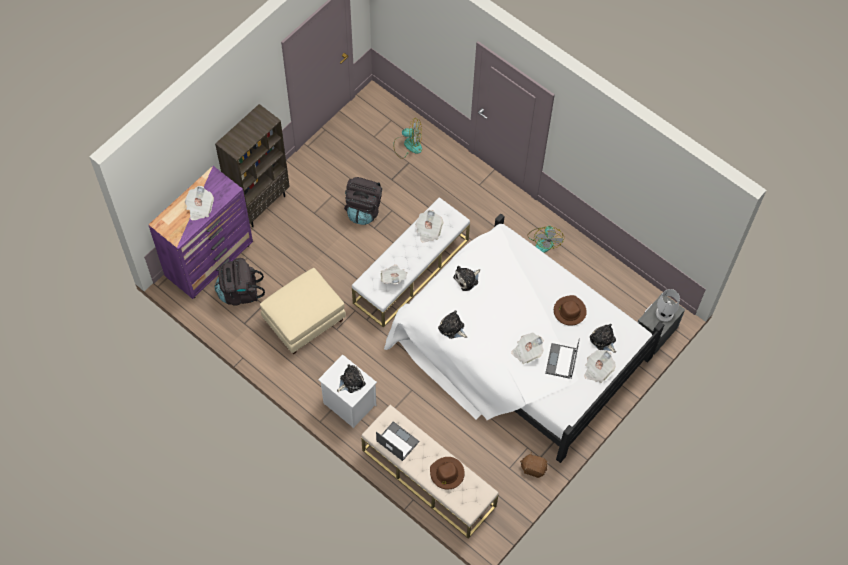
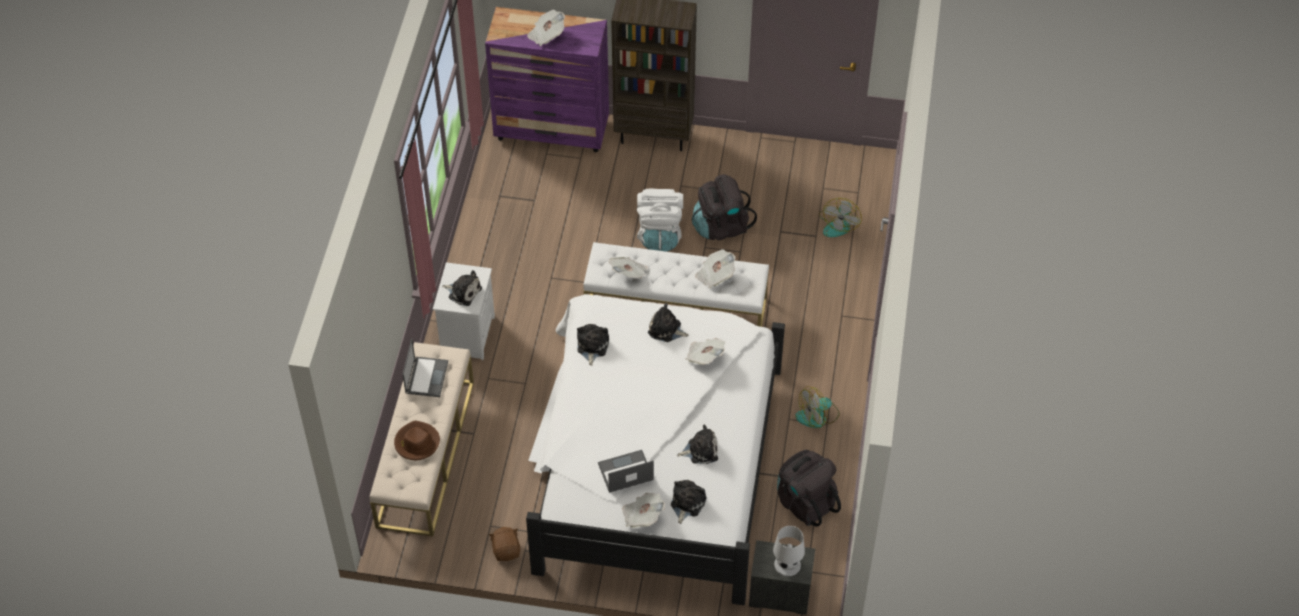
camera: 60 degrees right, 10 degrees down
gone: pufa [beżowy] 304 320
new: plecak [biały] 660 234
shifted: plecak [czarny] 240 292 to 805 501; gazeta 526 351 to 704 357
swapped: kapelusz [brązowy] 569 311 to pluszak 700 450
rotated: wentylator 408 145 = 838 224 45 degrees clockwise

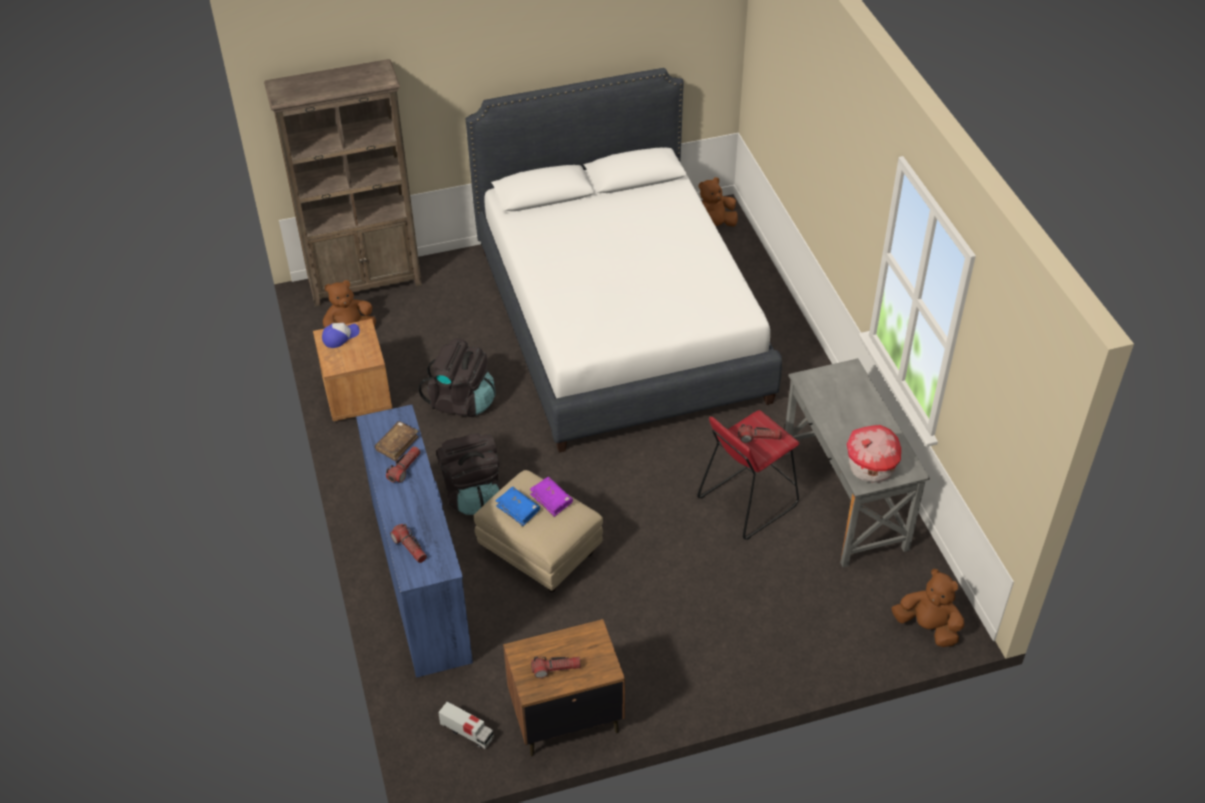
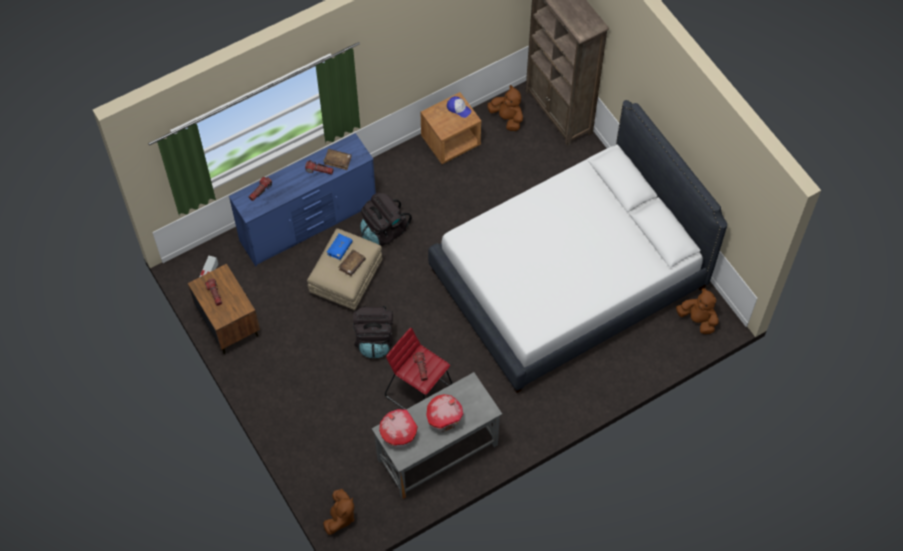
camera: 75 degrees right, 15 degrees up
new: domek 444 419
shifted: plecak [czarny] 461 401 to 374 339
repainted: książka [fioletowy] 551 499 to książka [brązowy] 352 265

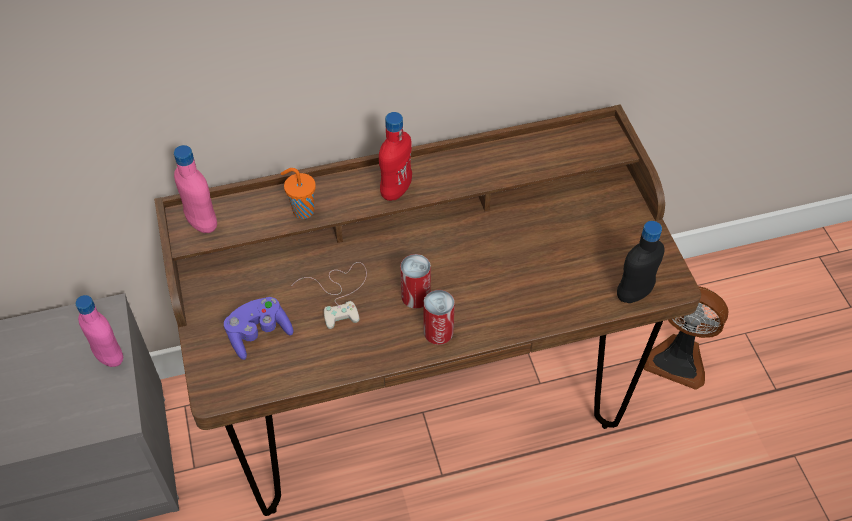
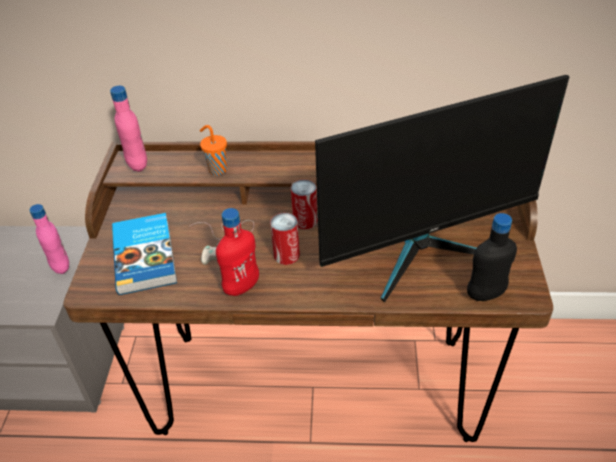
camera: 20 degrees right, 10 degrees down
gone: wentylator 677 359
new: monitor 427 250
shifted: butelka [czerwony] 396 190 to 241 287; puszka 438 331 to 305 220
swapped: pad do gier [fioletowy] 258 334 to książka 146 256

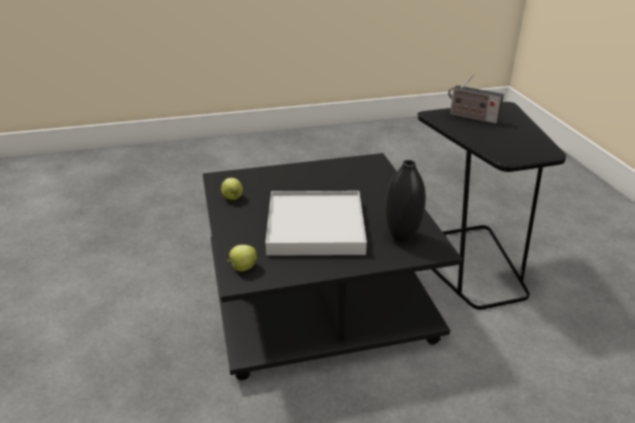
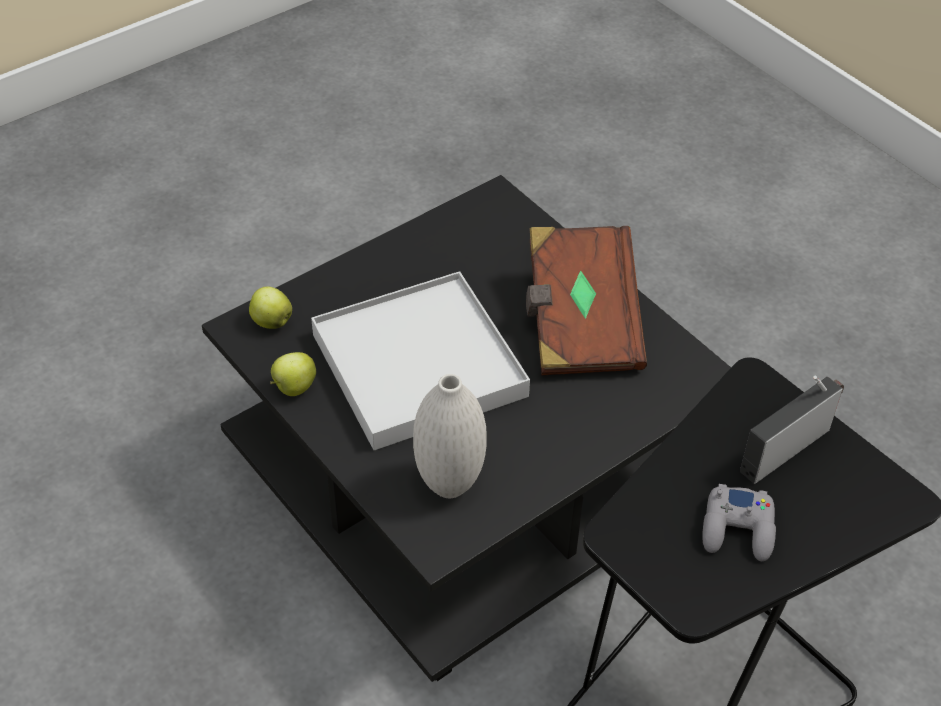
camera: 65 degrees right, 15 degrees up
new: książka [brązowy] 579 323; pad do gier [szary] 738 529
shifted: jabłko 232 198 to 293 388
repainted: wazon [czarny] 401 237 to wazon [biały] 449 485
rotated: radio 471 117 = 787 447 45 degrees clockwise

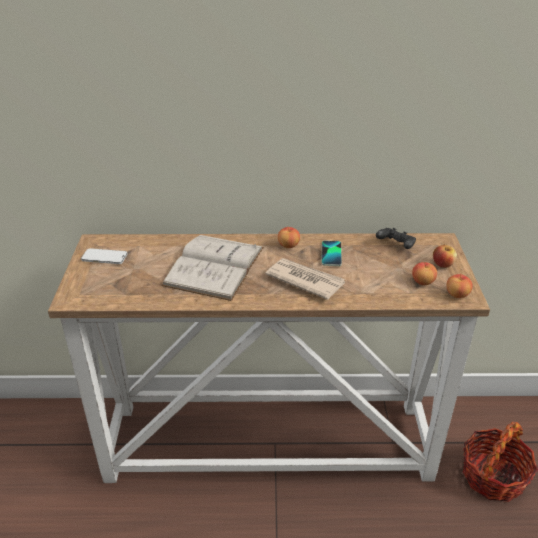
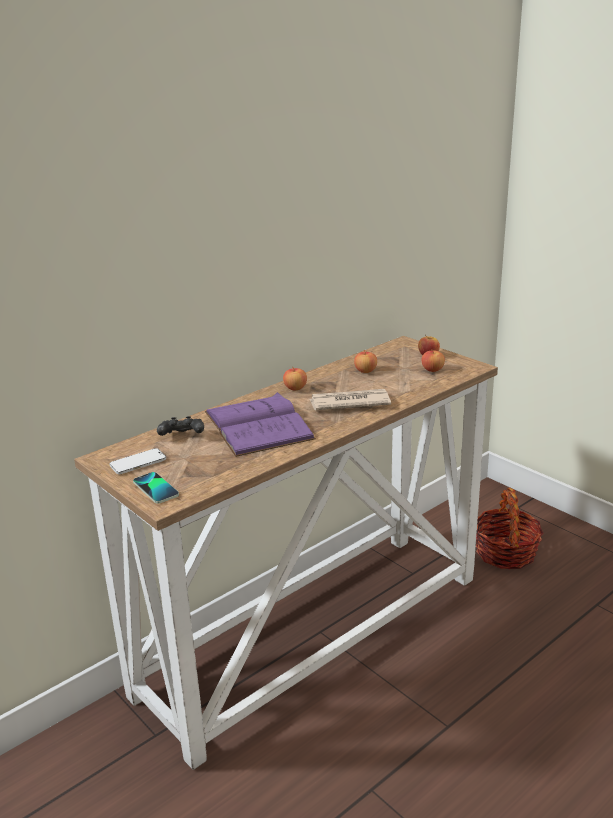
camera: 40 degrees left, 10 degrees down
shifted: pad do gier [czarny] 395 245 to 182 437; telefon 331 254 to 156 489; jabłko 457 294 to 365 371
repainted: książka [biały] 214 266 to książka [fioletowy] 258 425

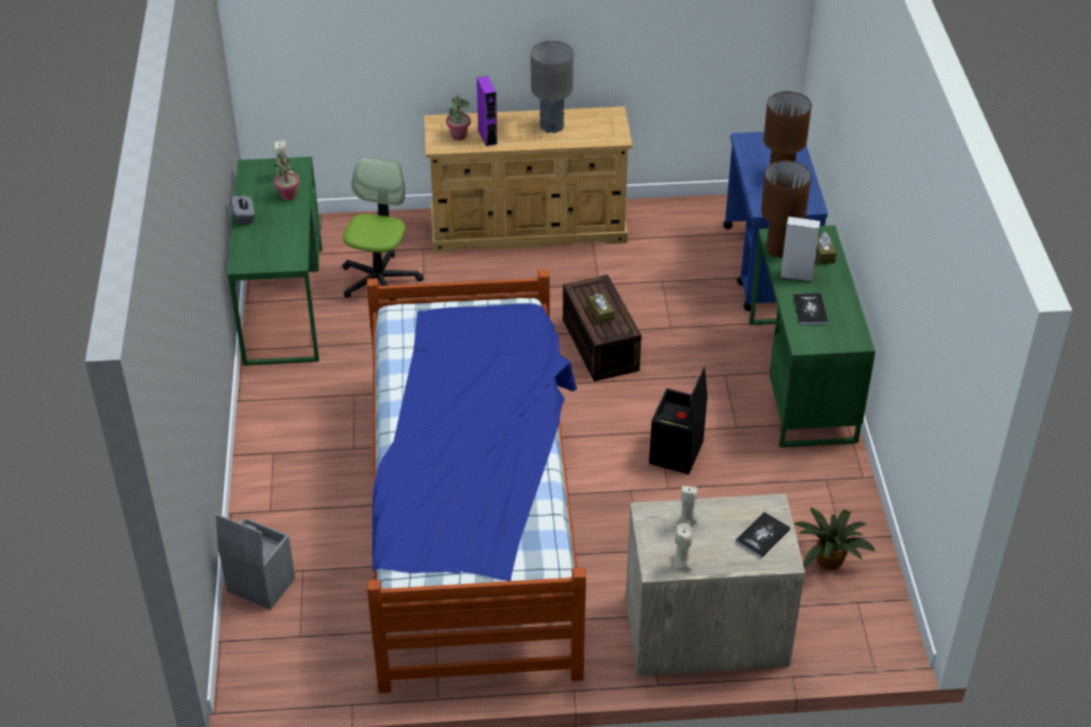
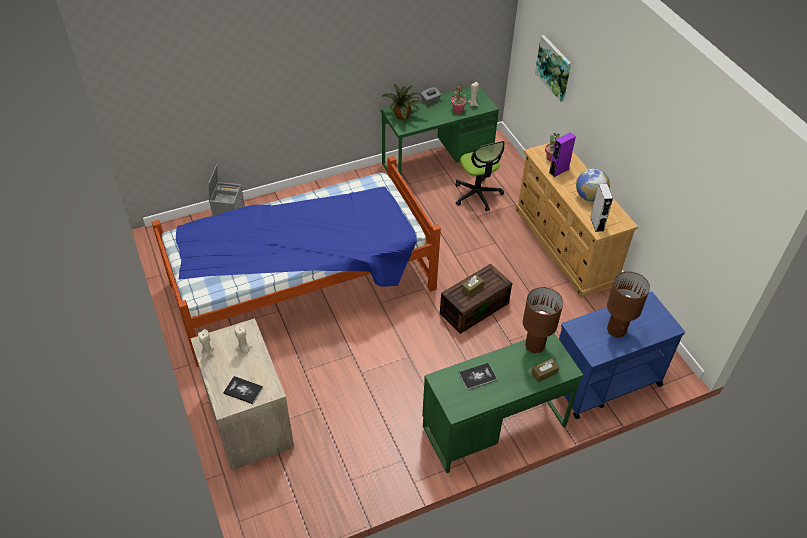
camera: 70 degrees right, 5 degrees up
gone: pojemnik do przechowywania [czarny] 676 453
new: obraz 554 68
shifted: głośnik [szary] 796 275 to 596 224; roślina doniczkowa 829 559 to 403 115
swapped: lampa stołowa [szary] 552 126 to globus 589 197
rotated: krzesło biurowe 379 280 = 477 195 75 degrees clockwise

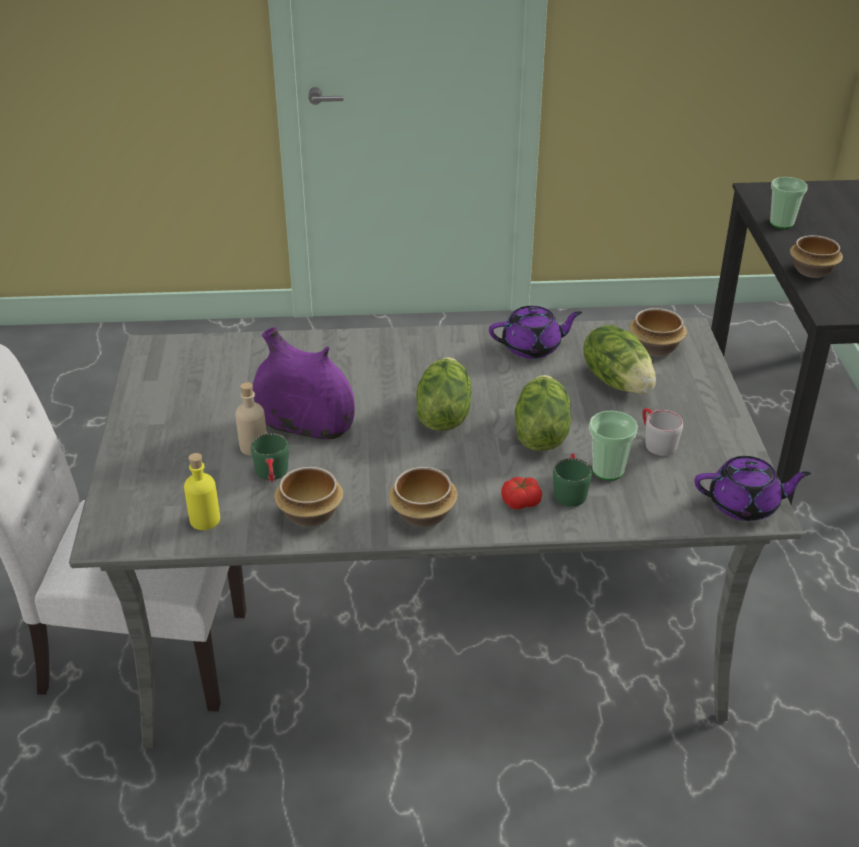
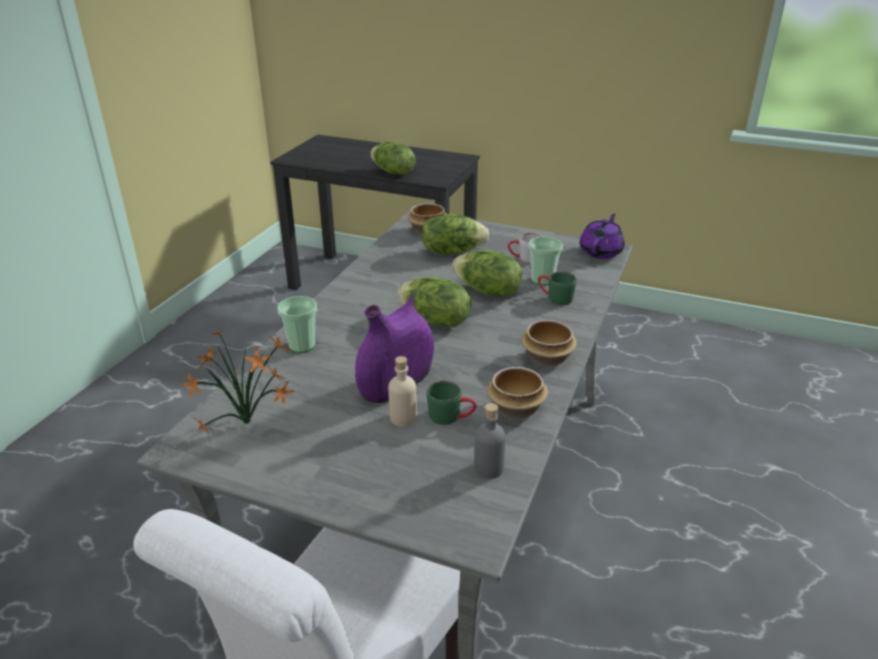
camera: 65 degrees left, 5 degrees down
gone: imbryk [fioletowy] 532 347; pomidor 520 501
new: roślina doniczkowa 251 423
shifted: filiżanka 781 223 to 302 345
swapped: miska 811 271 to sałata 392 172
repainted: butelka [żółty] 205 520 to butelka [szary] 488 468

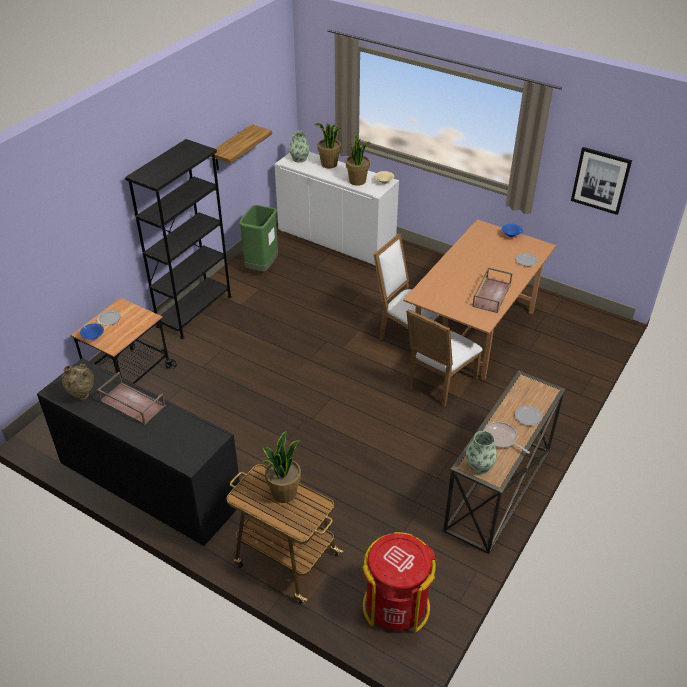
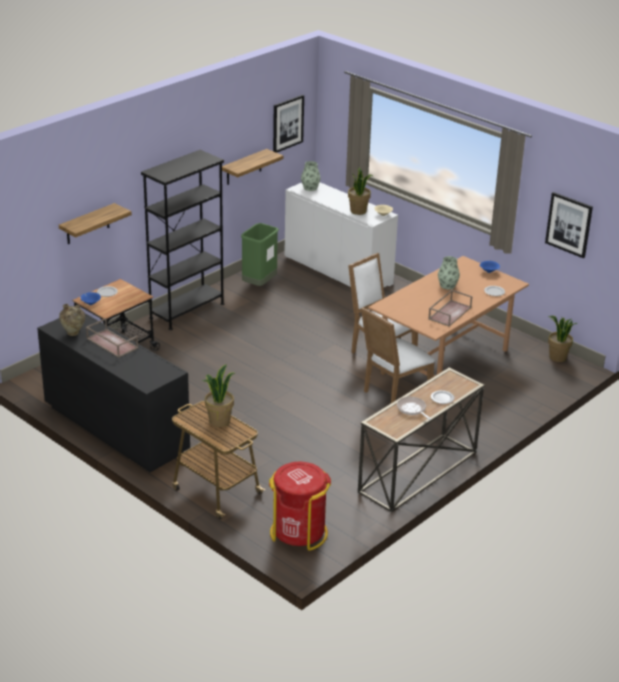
camera: 10 degrees right, 10 degrees down
new: obraz 287 123; półka 87 224
shifted: roślina doniczkowa 329 164 to 557 357; wazon 479 466 to 447 285

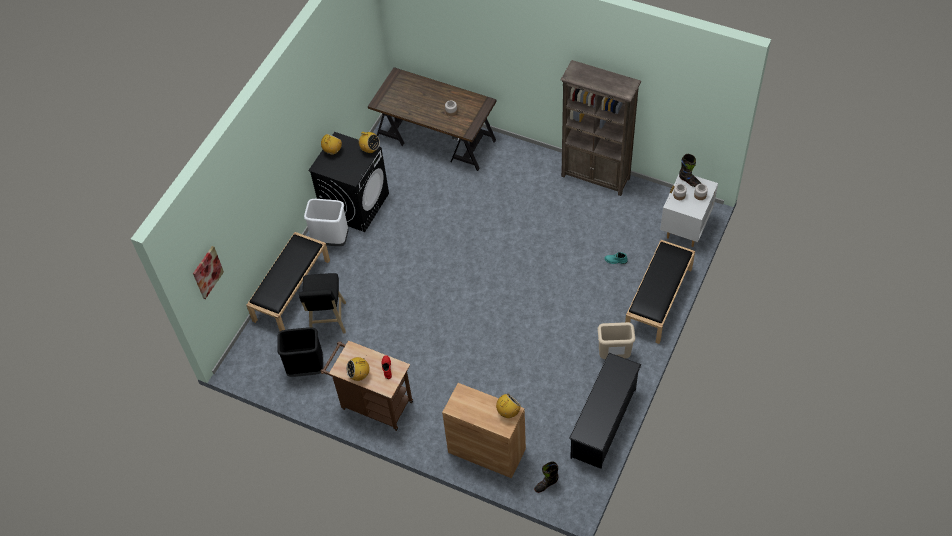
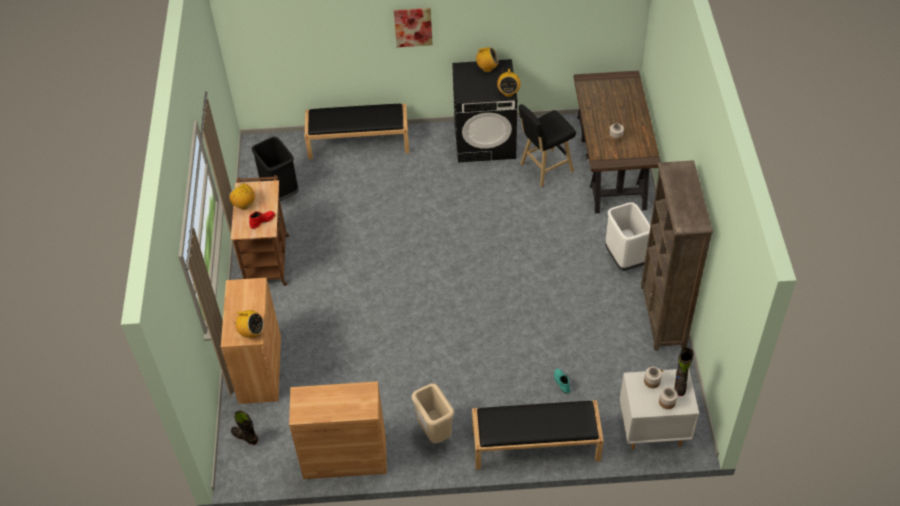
camera: 60 degrees right, 5 degrees down
shifted: kosz na śmieci [biały] 331 240 to 624 259; obraz 207 272 to 413 27; stołek [czarny] 327 321 to 544 169
swapped: regał na buty [czarny] 604 423 to szafka [brązowy] 345 458

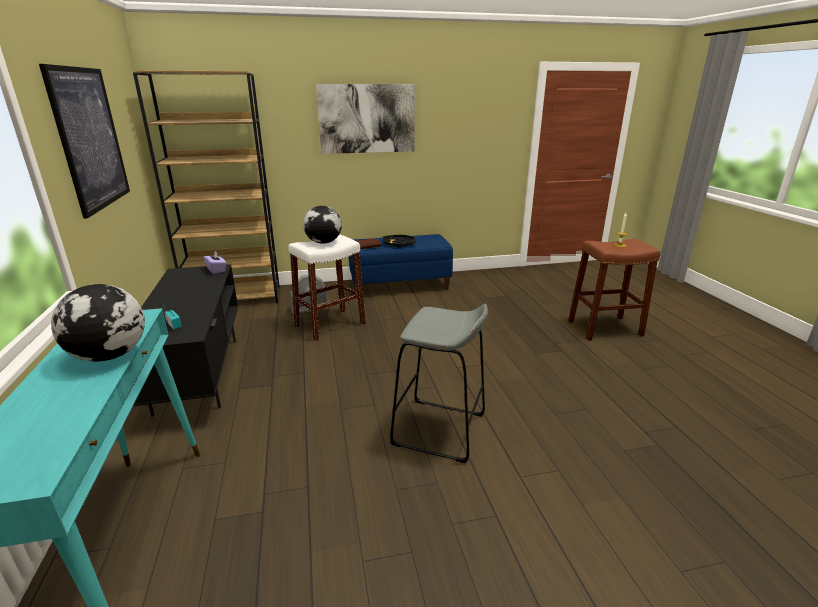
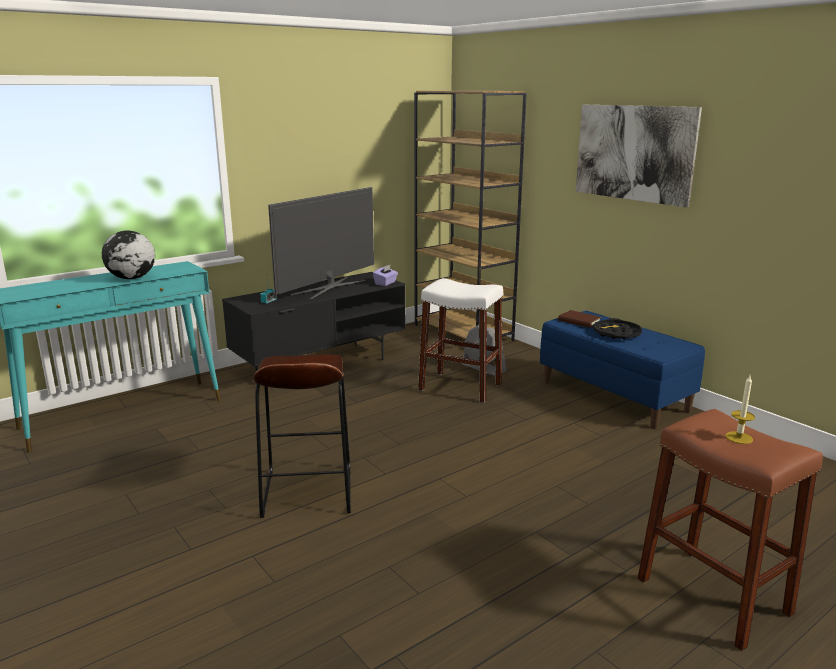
camera: 65 degrees right, 5 degrees down
gone: obraz 90 139; globus 324 242
new: telewizor 329 287
repainted: stołek [szary] 439 429 to stołek [brązowy] 307 492

